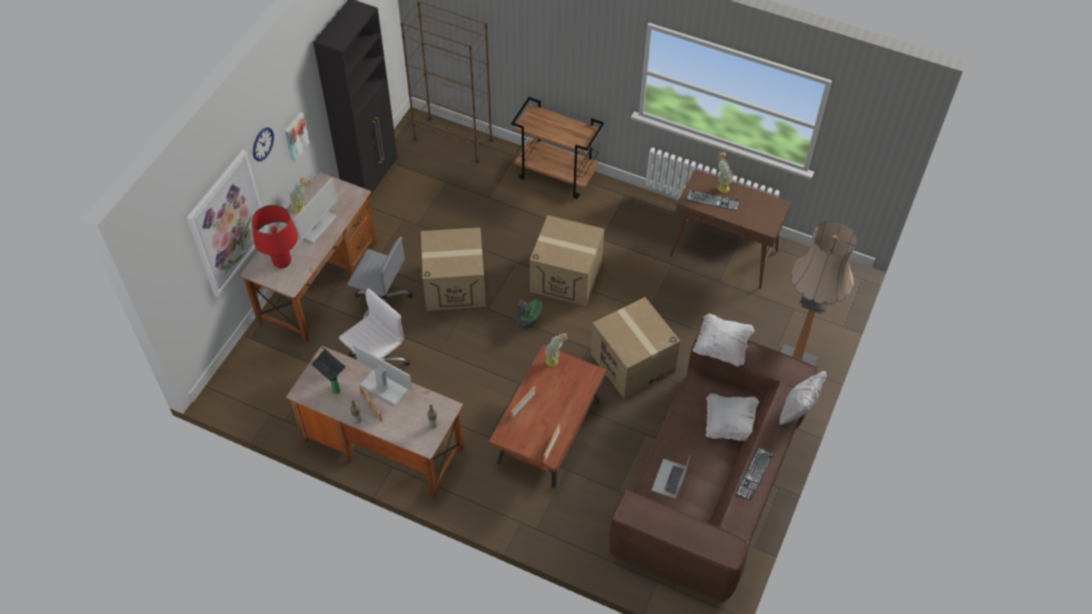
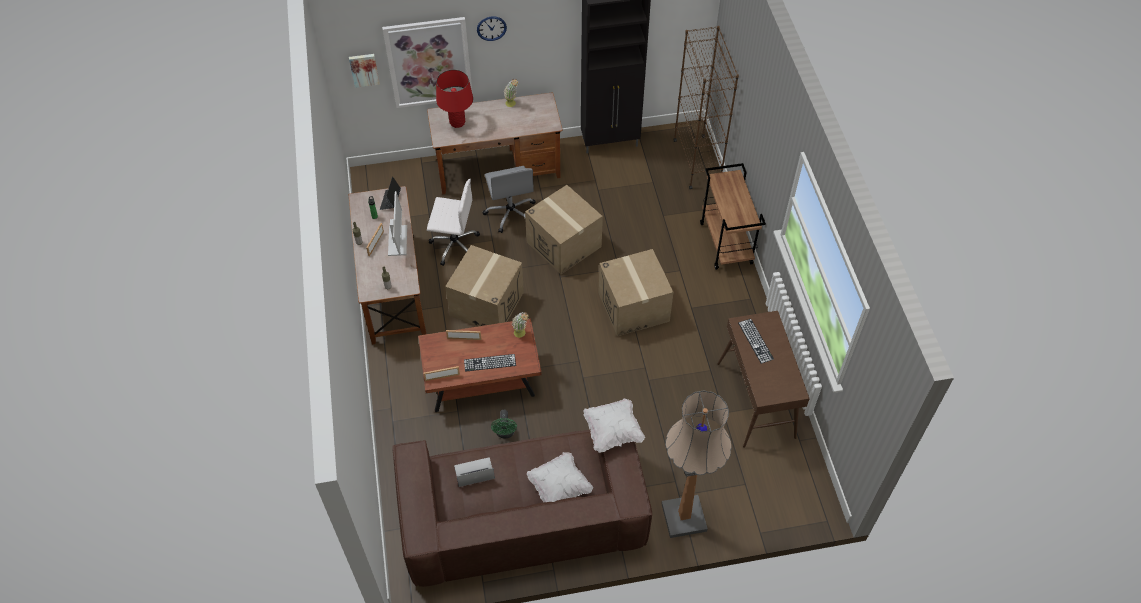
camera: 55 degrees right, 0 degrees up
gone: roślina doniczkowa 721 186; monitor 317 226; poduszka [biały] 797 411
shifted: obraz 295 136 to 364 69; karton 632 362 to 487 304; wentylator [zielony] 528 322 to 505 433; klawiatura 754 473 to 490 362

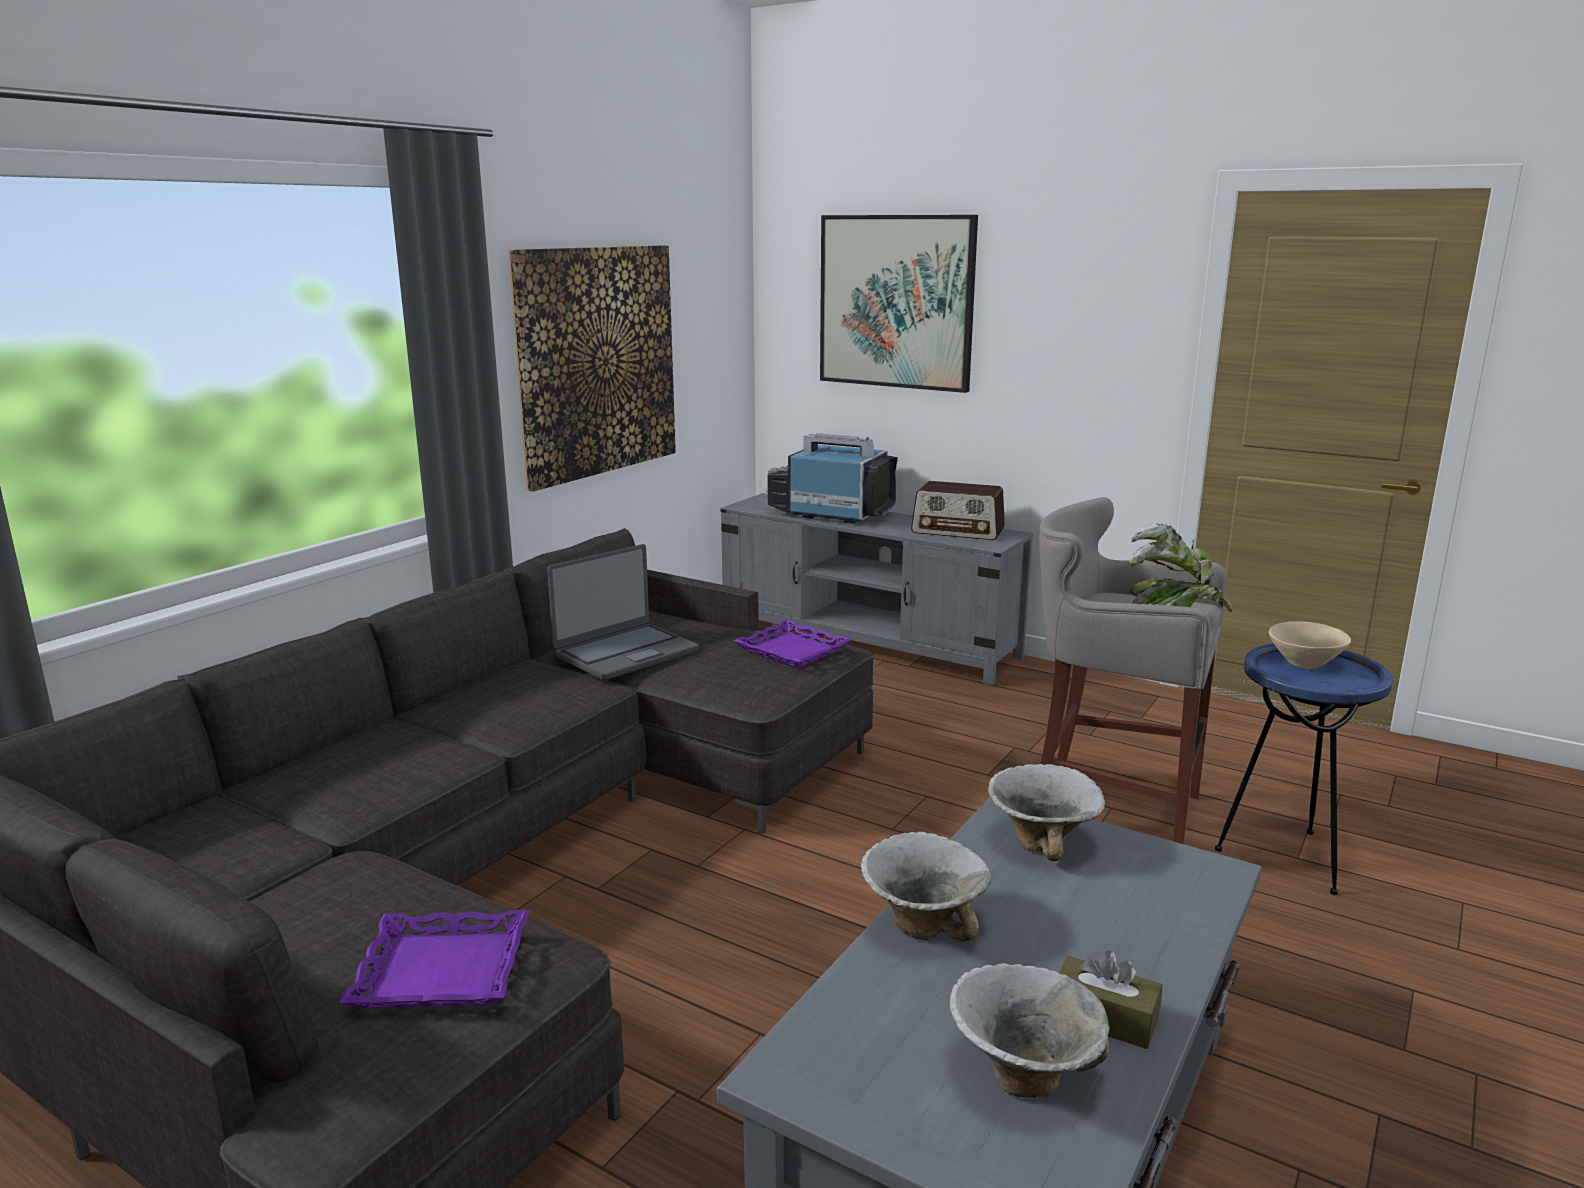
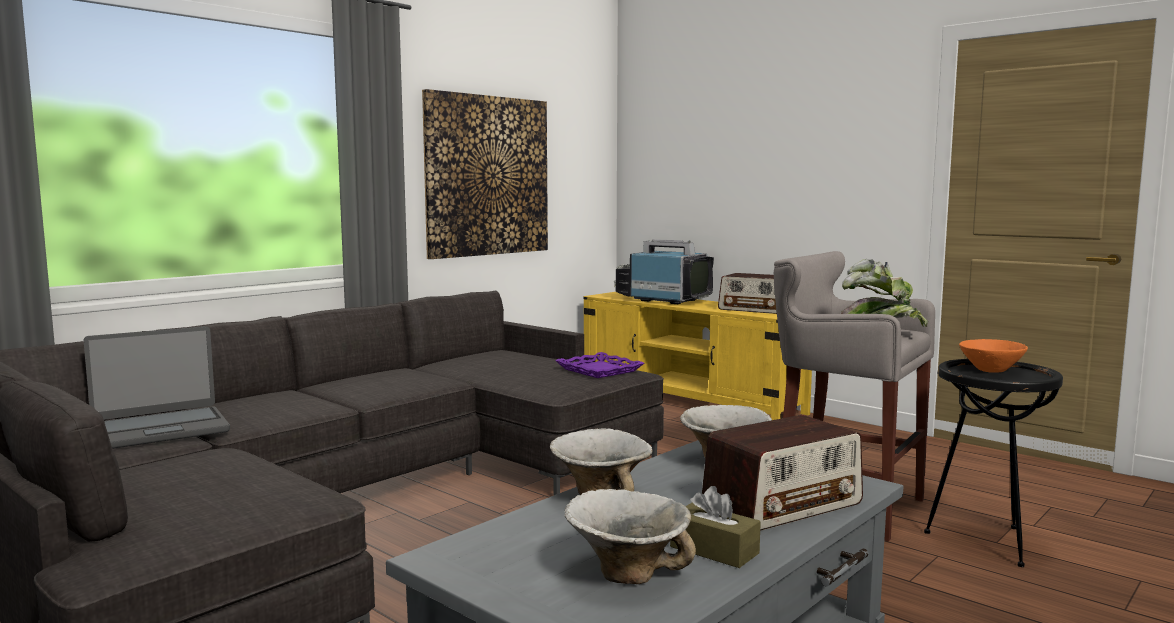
camera: 10 degrees right, 10 degrees down
gone: obraz 896 302; taca [fioletowy] 441 971
new: radio 783 504
shifted: laptop 625 653 to 160 429
repainted: szafka pod telewizor [szary] 868 641 to szafka pod telewizor [żółty] 690 399; miska [beżowy] 1303 663 to miska [pomarańczowy] 990 370; stolik [niebieski] 1286 858 to stolik [czarny] 986 541

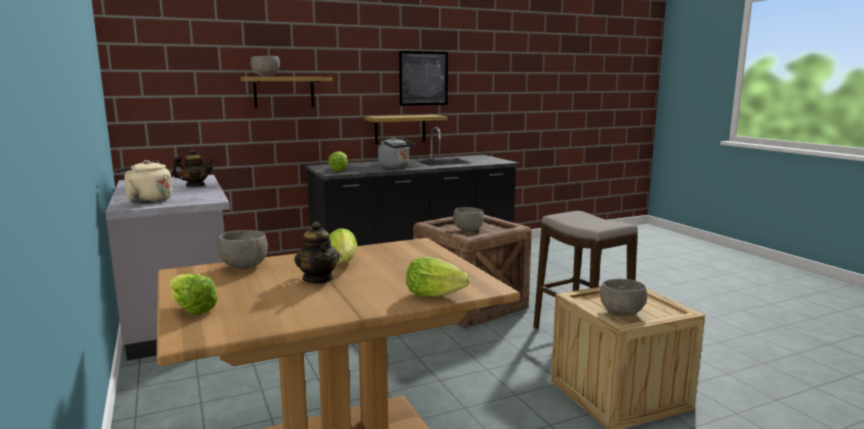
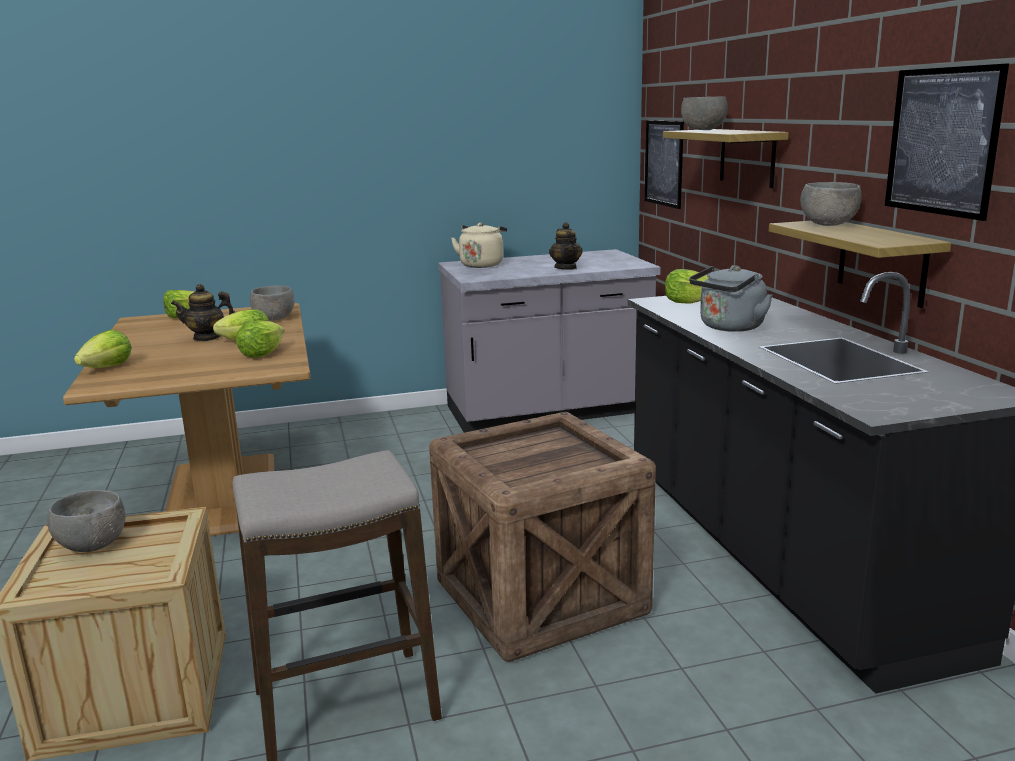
camera: 100 degrees right, 5 degrees up
new: obraz 664 163; sałata 261 354
shifted: miska [szary] 468 230 to 827 224

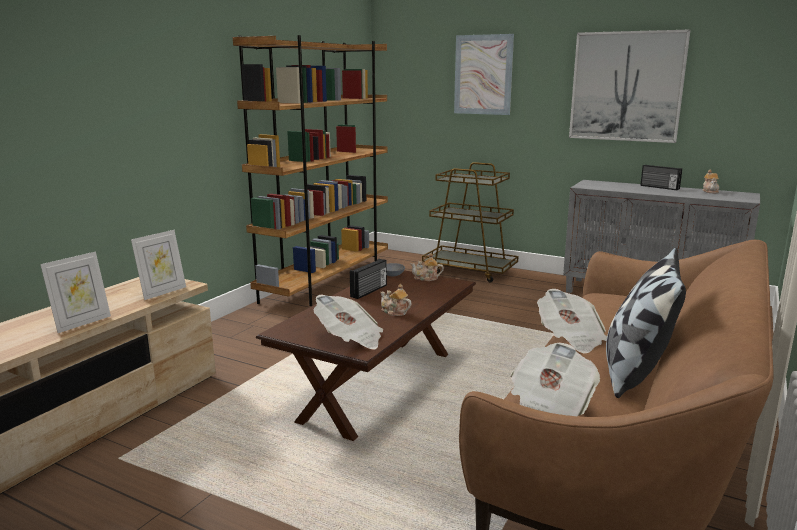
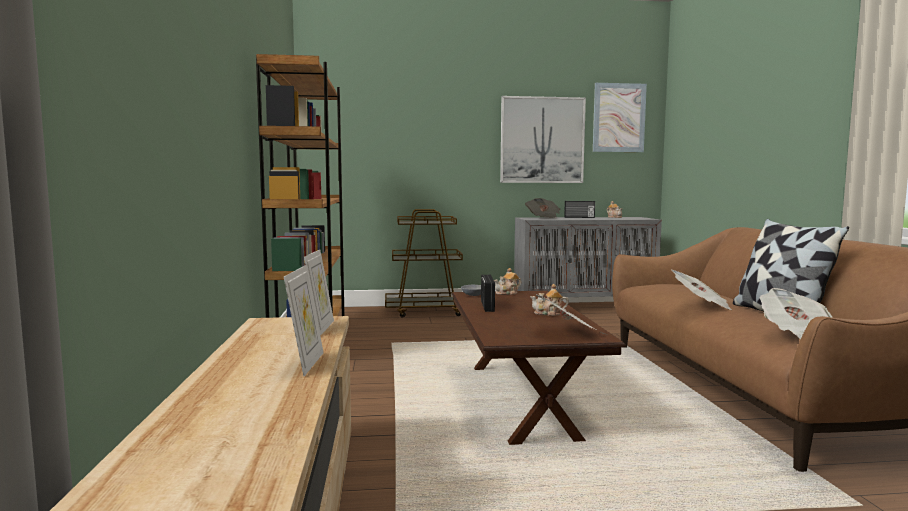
camera: 35 degrees left, 10 degrees down
new: gazeta 543 218
shifted: obraz 483 75 to 619 118

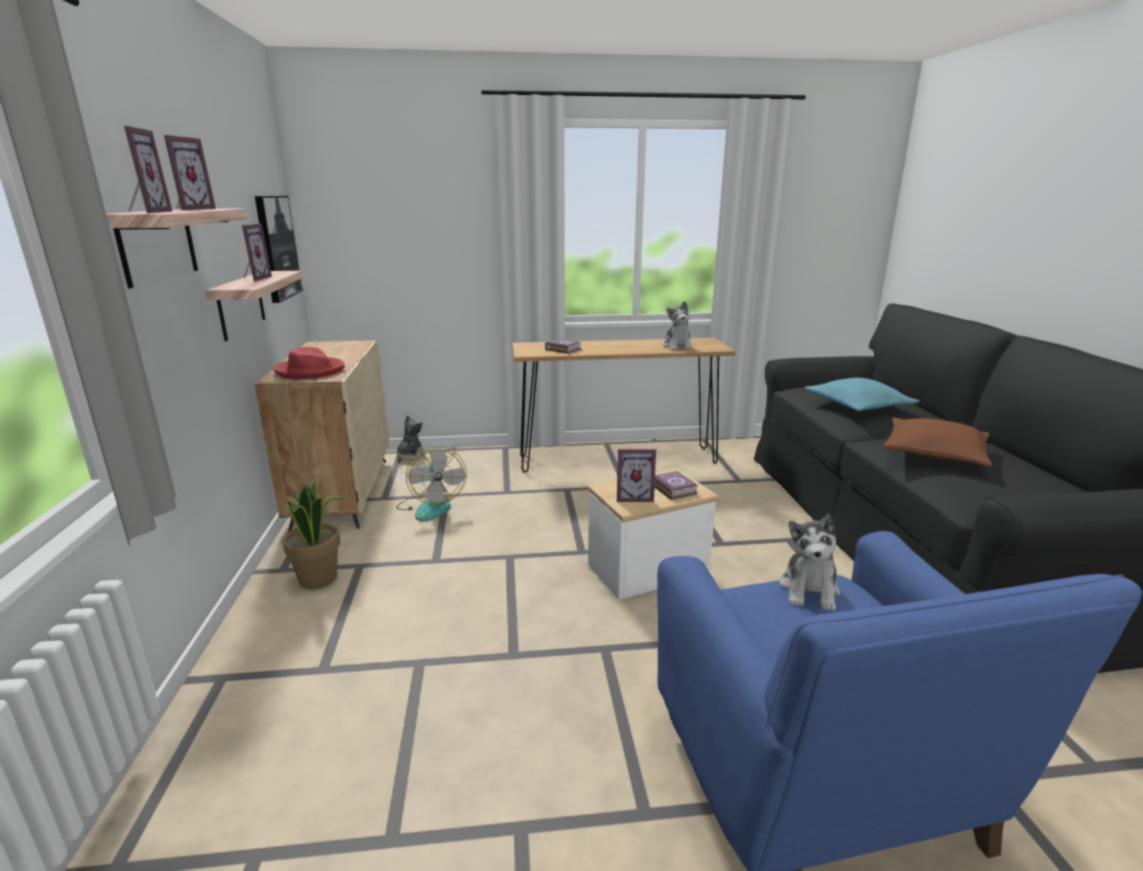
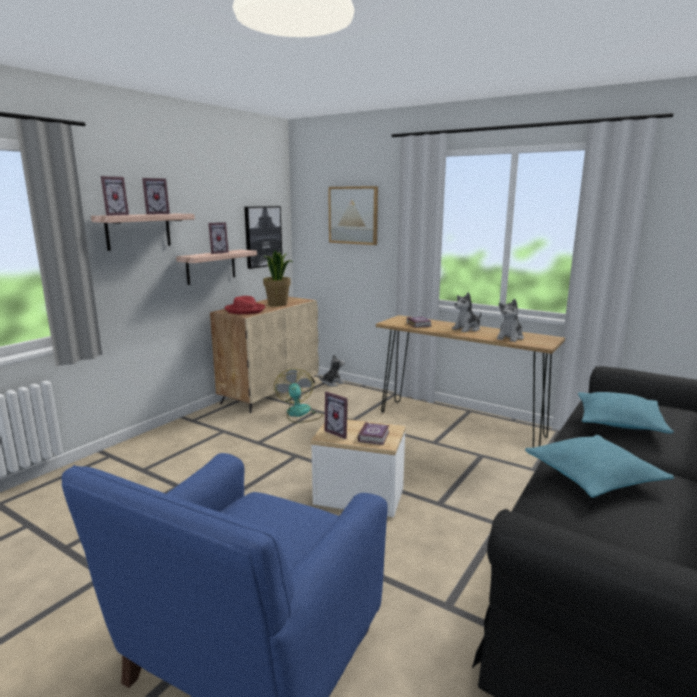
camera: 40 degrees right, 5 degrees down
new: obraz 353 215
shifted: roślina doniczkowa 319 579 to 278 304; pluszak 809 590 to 467 329
repainted: poduszka [brązowy] 934 453 to poduszka [turkusowy] 593 476
rotated: wentylator 431 506 = 299 414 150 degrees clockwise

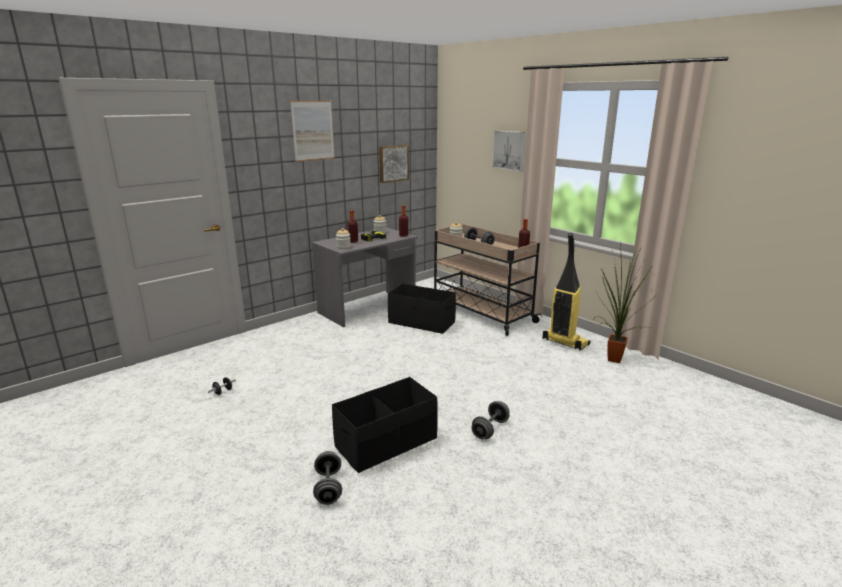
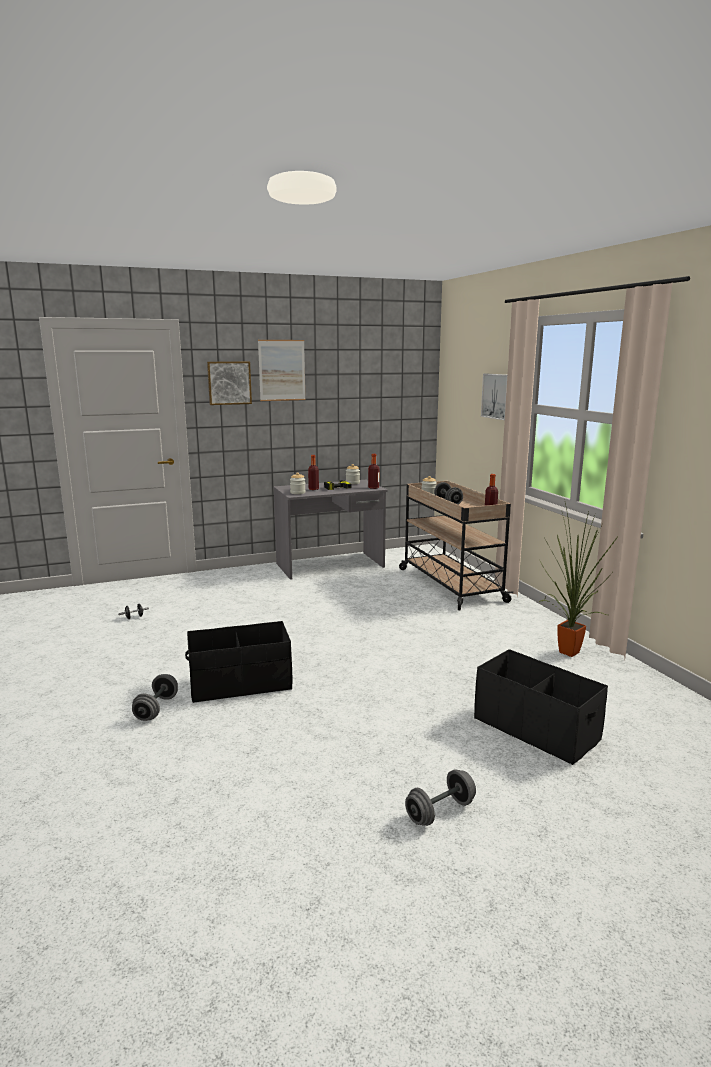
camera: 20 degrees right, 5 degrees down
gone: odkurzacz 564 342
shifted: obraz 393 163 to 229 383; pojemnik do przechowywania [czarny] 421 322 to 536 728; hantel [szary] 490 429 to 440 811

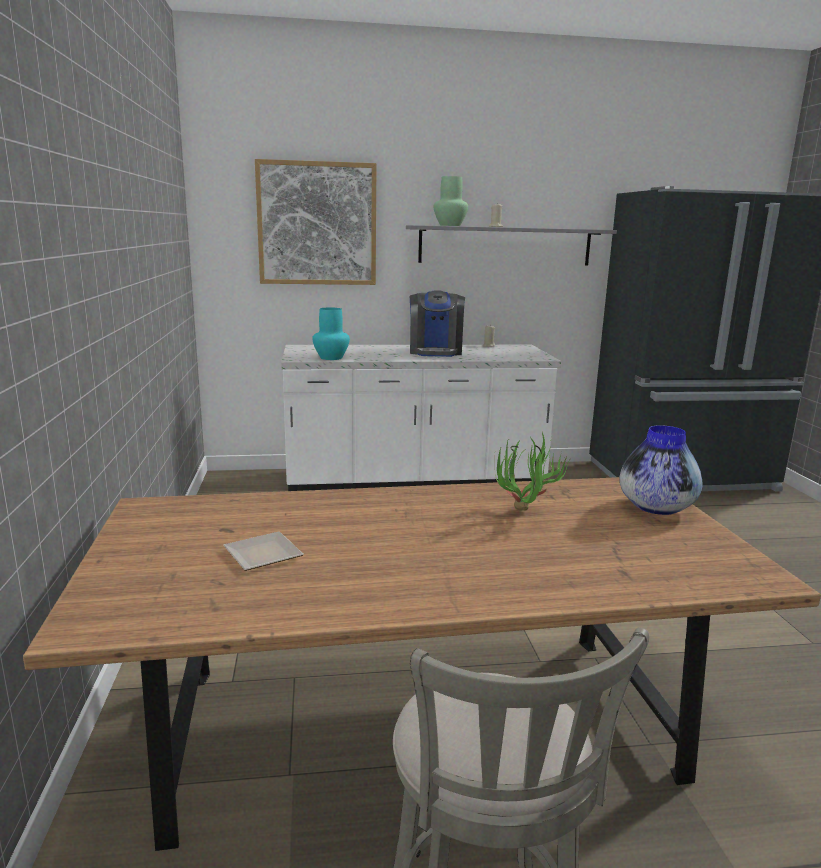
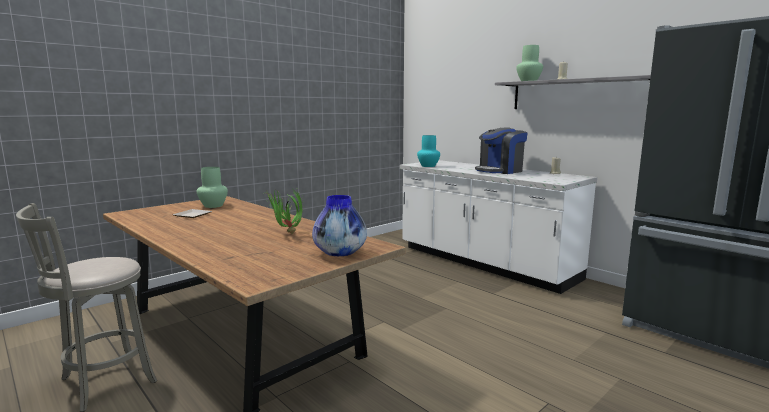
camera: 55 degrees right, 5 degrees down
gone: obraz 317 224
new: wazon [zielony] 213 206

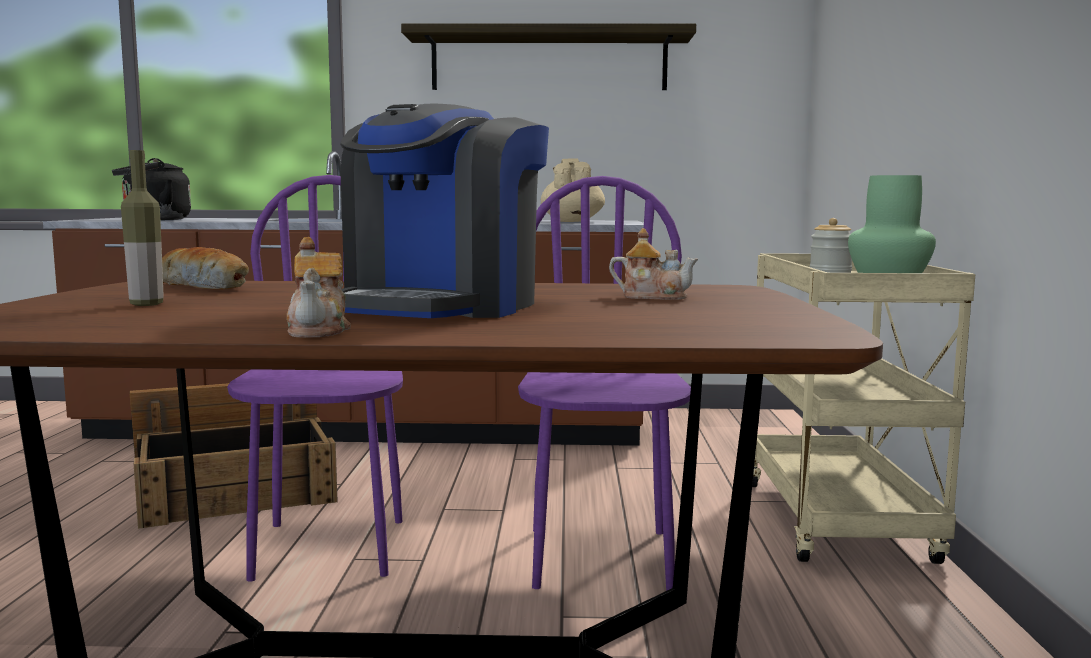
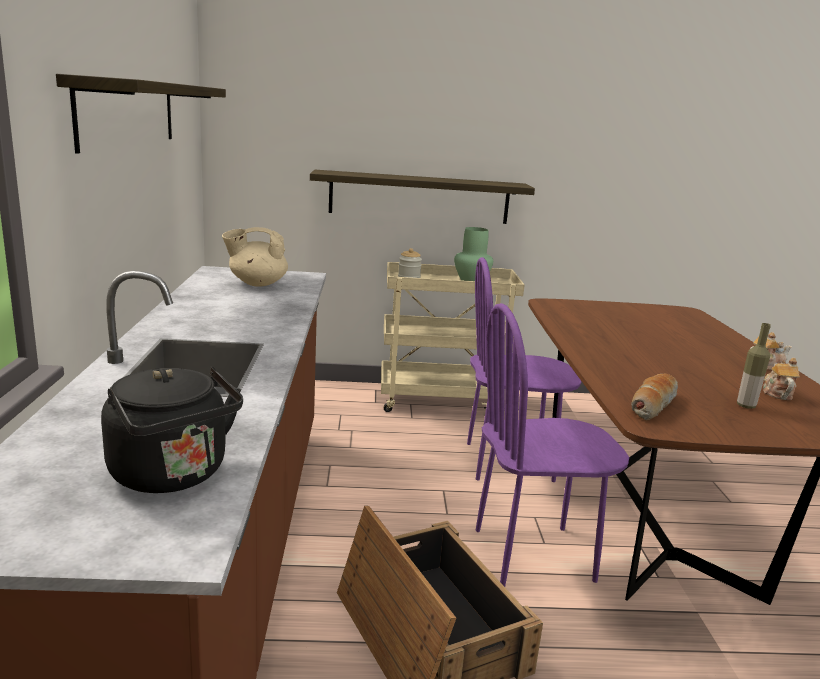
camera: 95 degrees left, 10 degrees up
gone: ekspres do kawy 443 307
new: półka 419 197
shifted: imbryk 653 297 to 776 393

